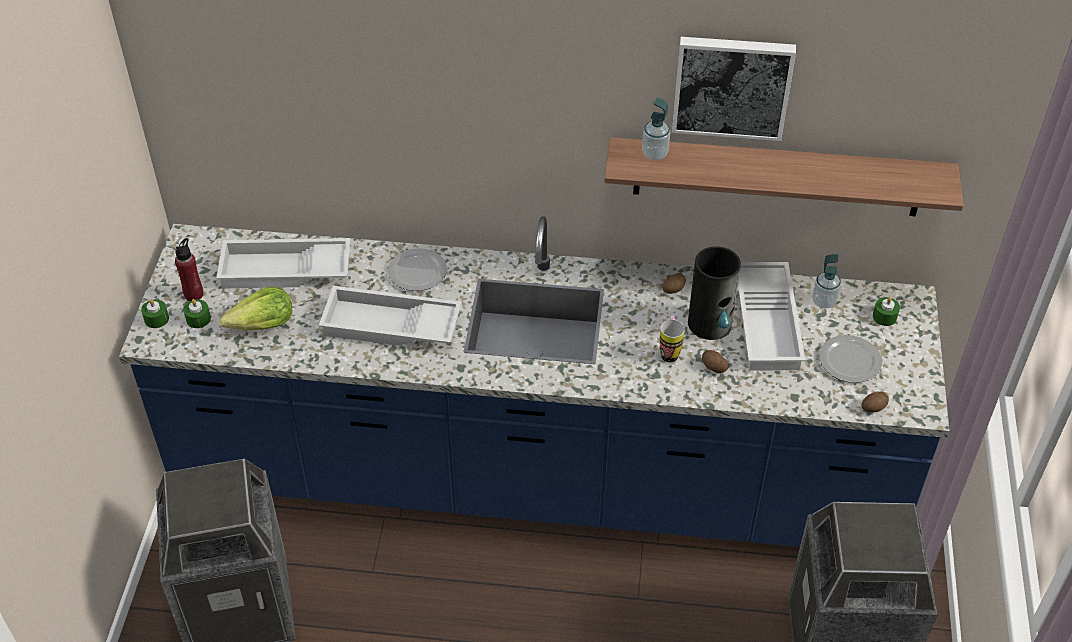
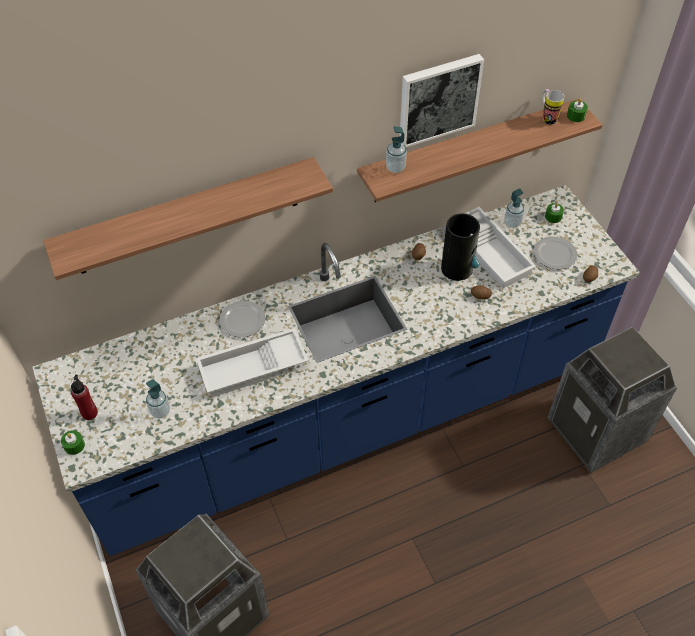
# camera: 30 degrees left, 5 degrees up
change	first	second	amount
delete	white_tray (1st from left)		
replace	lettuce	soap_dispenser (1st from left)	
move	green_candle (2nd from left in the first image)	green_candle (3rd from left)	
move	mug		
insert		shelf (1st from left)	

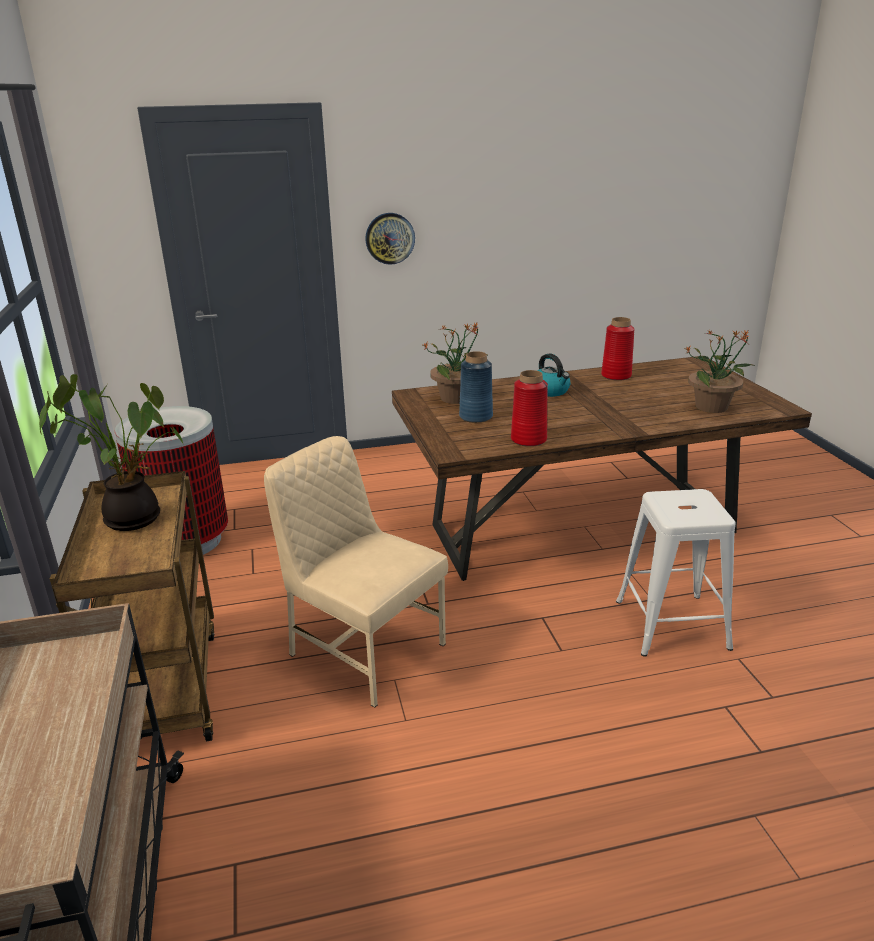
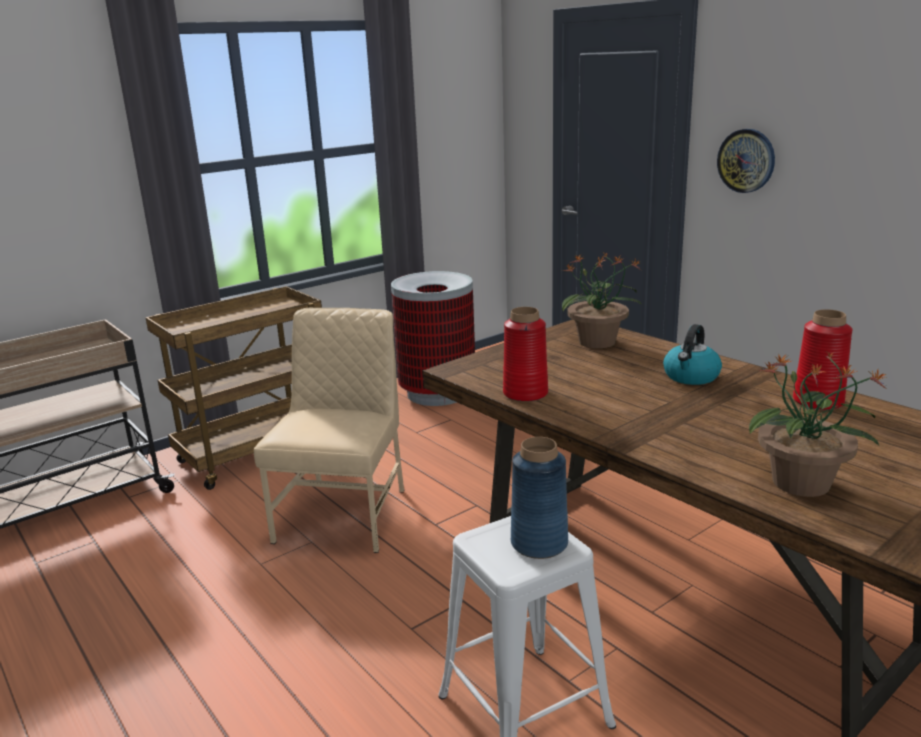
# camera: 65 degrees right, 5 degrees down
change	first	second	amount
move	blue_vase		
delete	potted_plant (1st from left)		

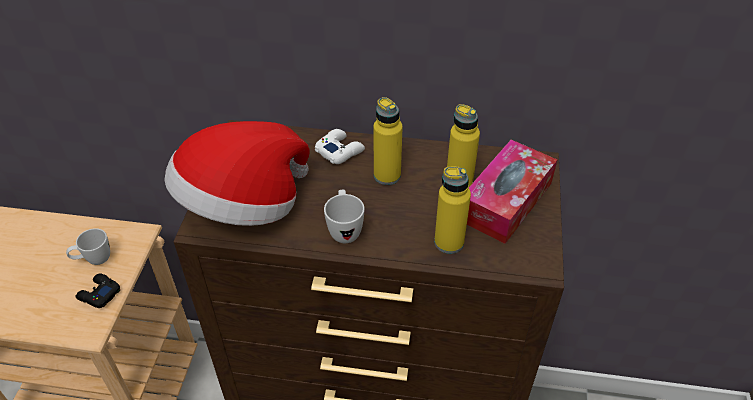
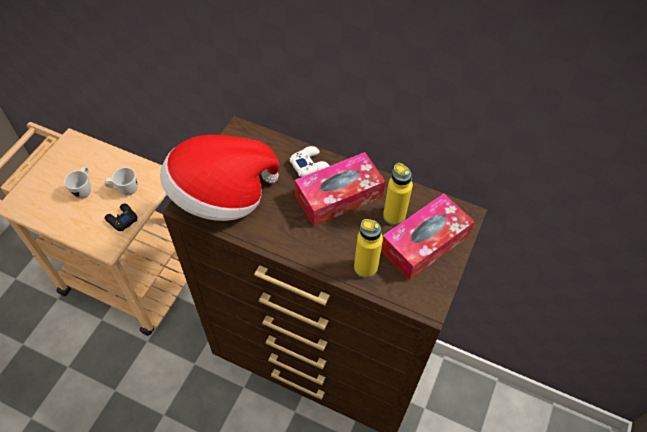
# camera: 15 degrees right, 10 degrees up
change	first	second	amount
replace	yellow_bottle (1st from left)	tissue_box (1st from left)	
move	white_mug (2nd from left in the first image)	white_mug (1st from left)	

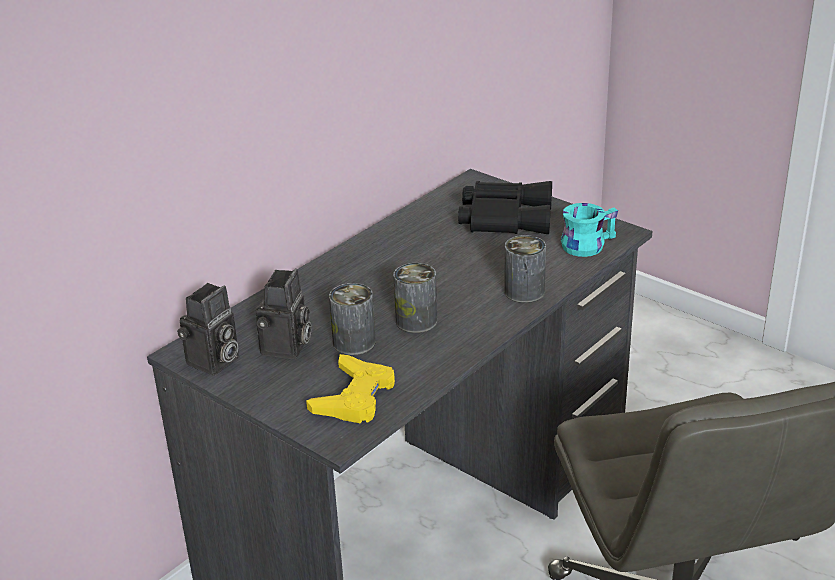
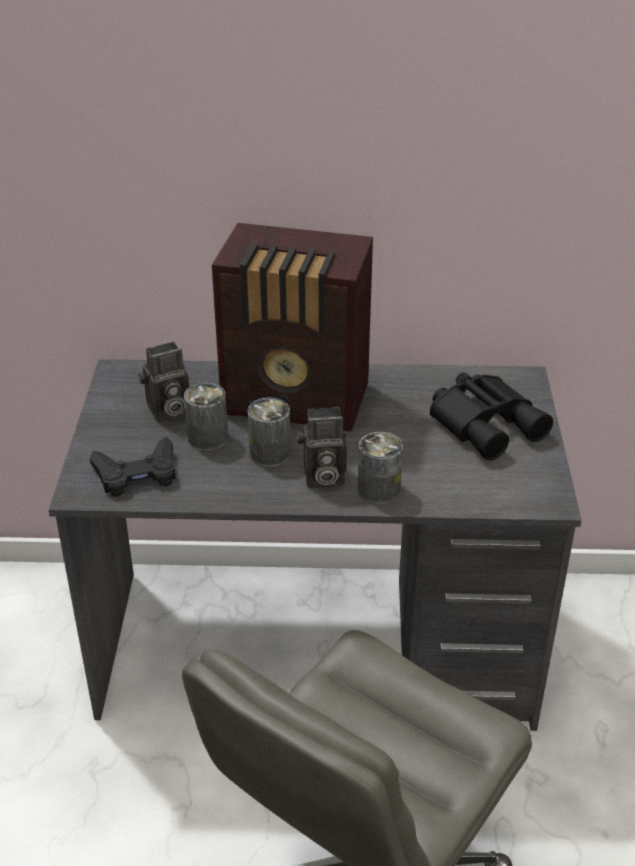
# camera: 50 degrees right, 5 degrees up
change	first	second	amount
delete	turquoise_mug		
move	photo_camera (1st from left in the first image)	photo_camera (2nd from left)	
recolor	yellow_game_controller	black_game_controller	
insert		radio	

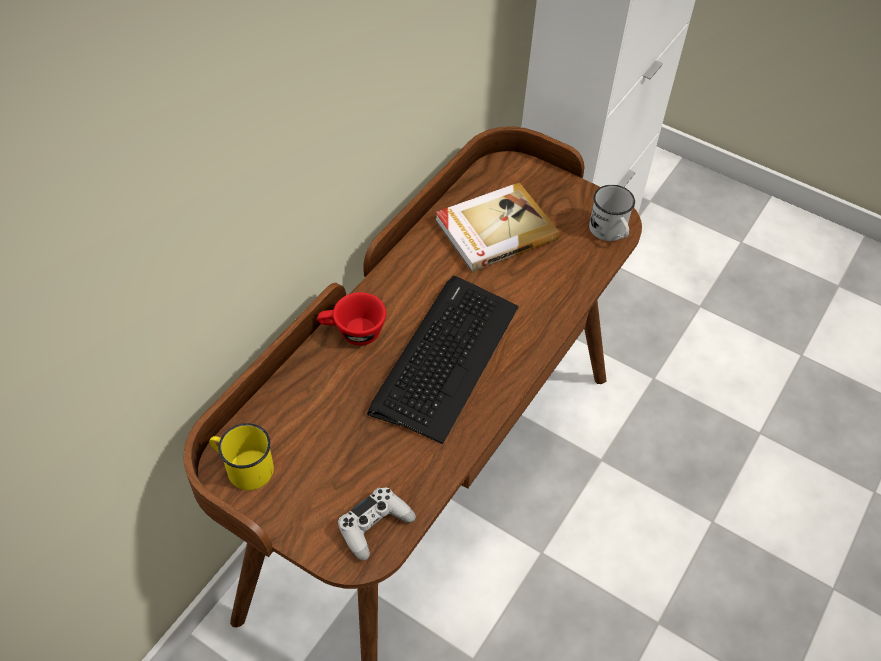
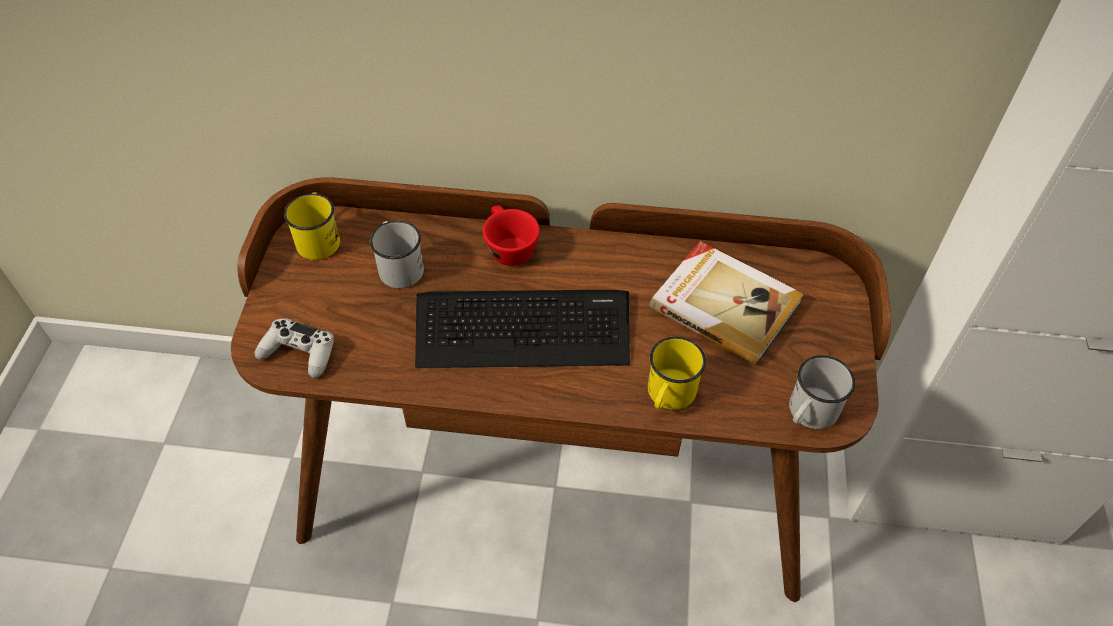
# camera: 65 degrees right, 0 degrees up
change	first	second	amount
insert		white_mug (1st from left)	
insert		yellow_mug (2nd from left)	

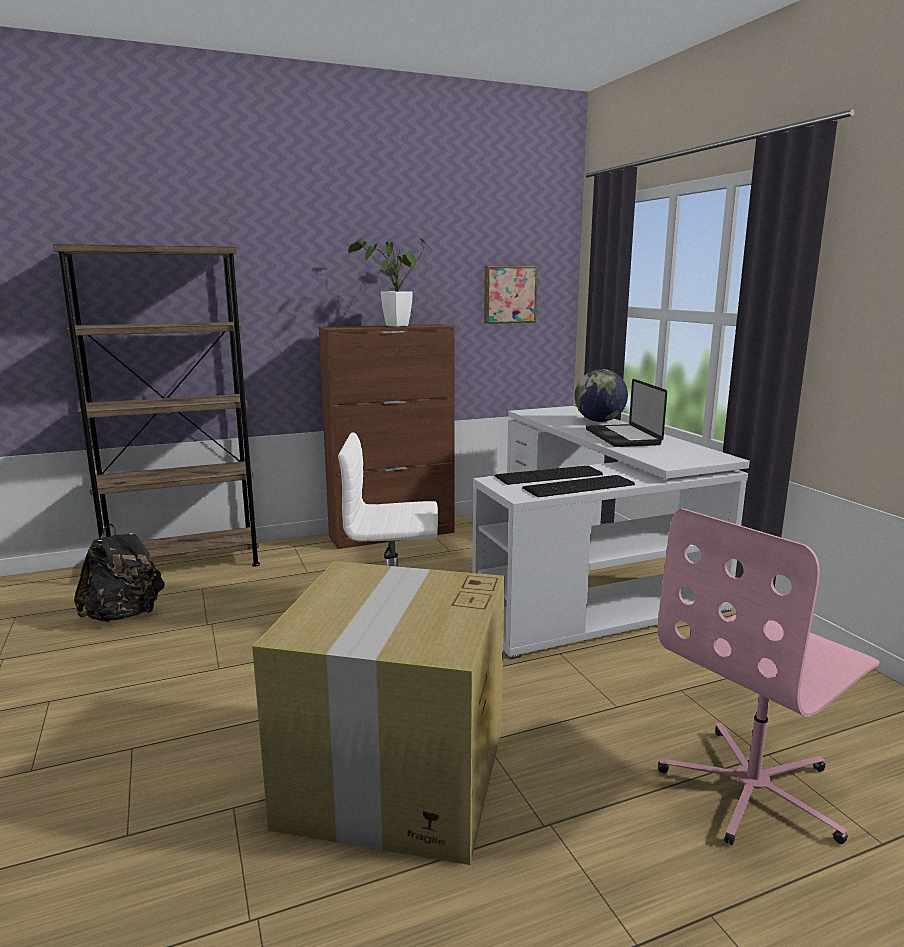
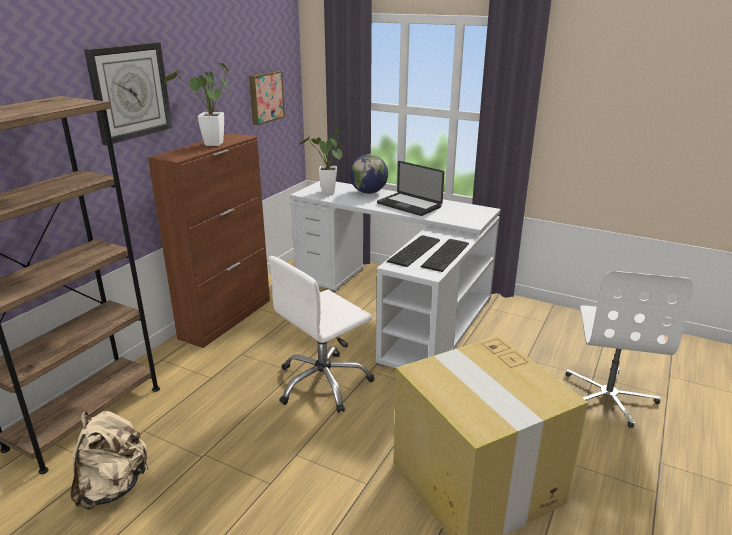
# camera: 40 degrees left, 10 degrees up
change	first	second	amount
recolor	pink_office_chair	white_office_chair (2nd from left)	
recolor	black_backpack	beige_backpack	
insert		wall_clock	
insert		potted_plant (2nd from left)	

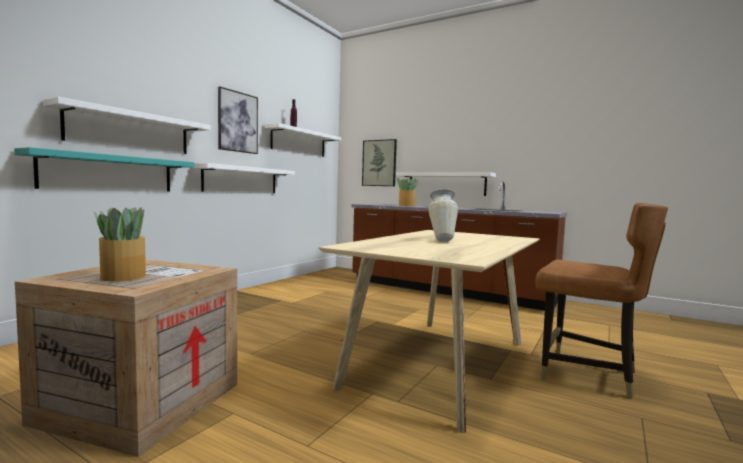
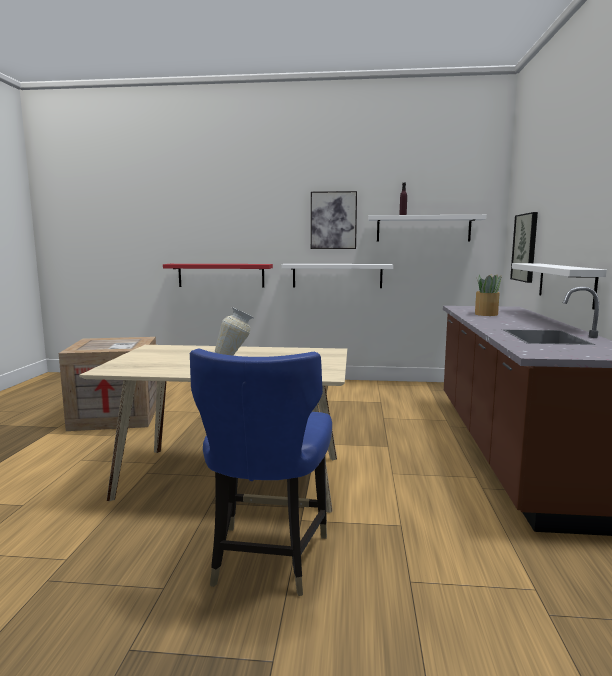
# camera: 65 degrees right, 5 degrees up
change	first	second	amount
delete	white_shelf (1st from left)		
recolor	turquoise_shelf	red_shelf	
recolor	brown_chair	blue_chair	
delete	potted_plant (1st from left)		

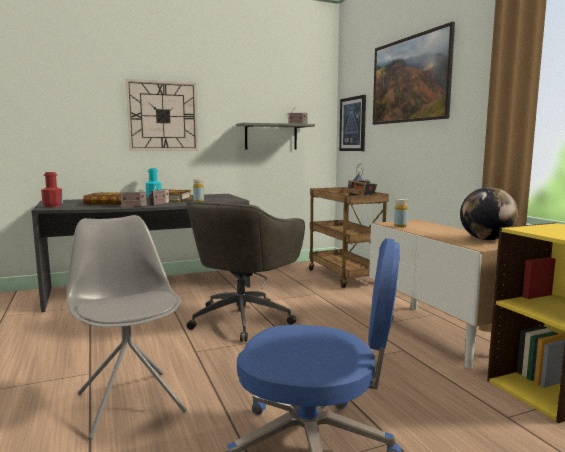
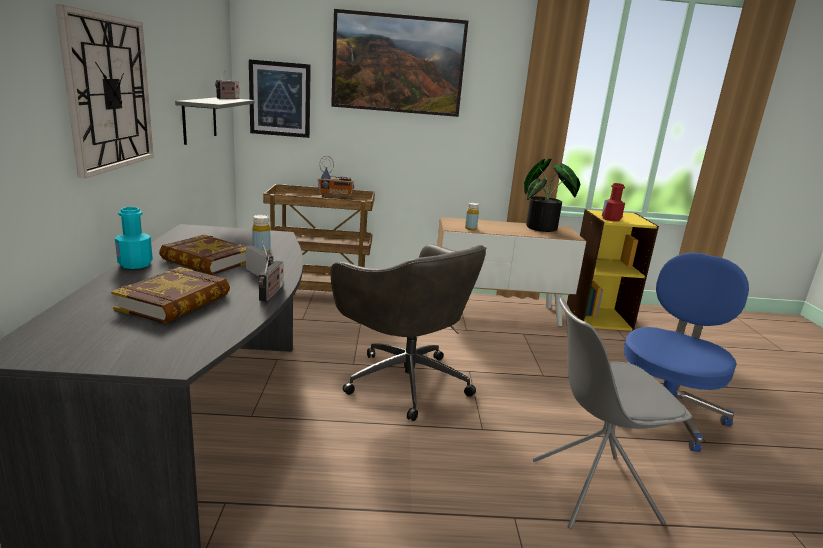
# camera: 70 degrees left, 10 degrees up
change	first	second	amount
move	red_bottle		
replace	globe	potted_plant	

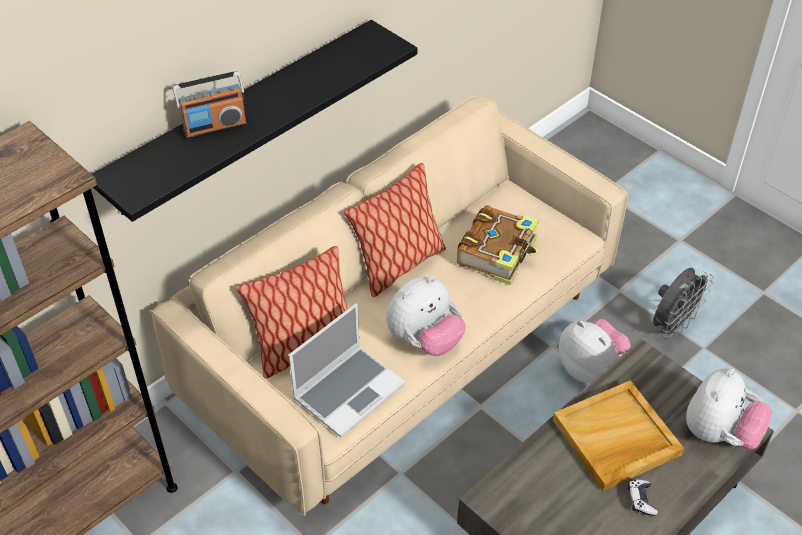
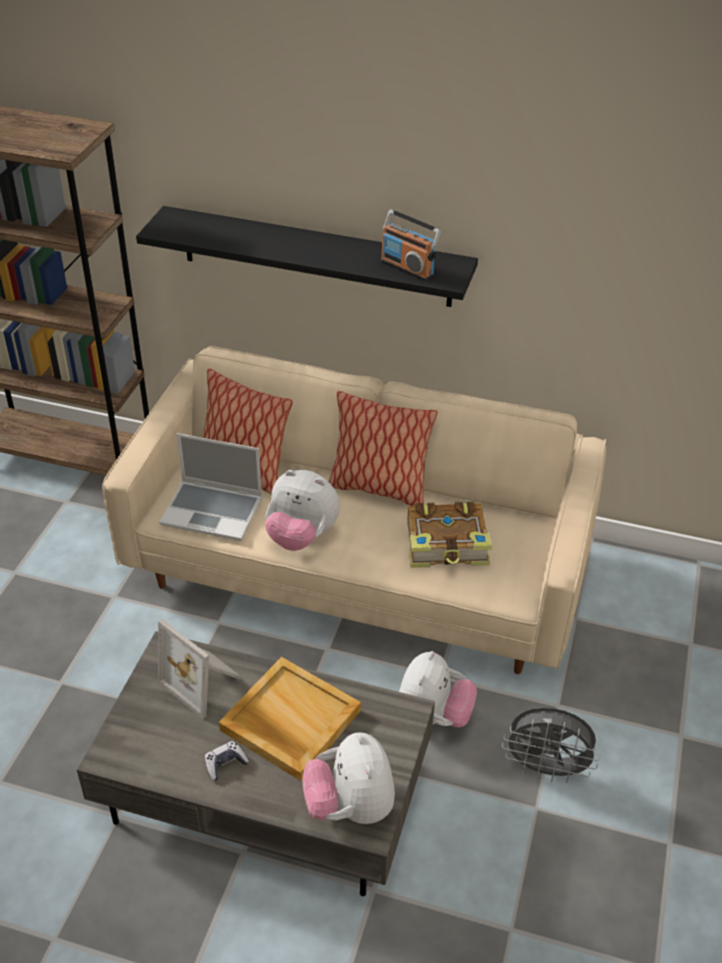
# camera: 60 degrees right, 5 degrees down
change	first	second	amount
move	radio		
rotate	plush_toy (3rd from left in the first image)	plush_toy (2nd from left)	75 degrees clockwise
insert		picture_frame	

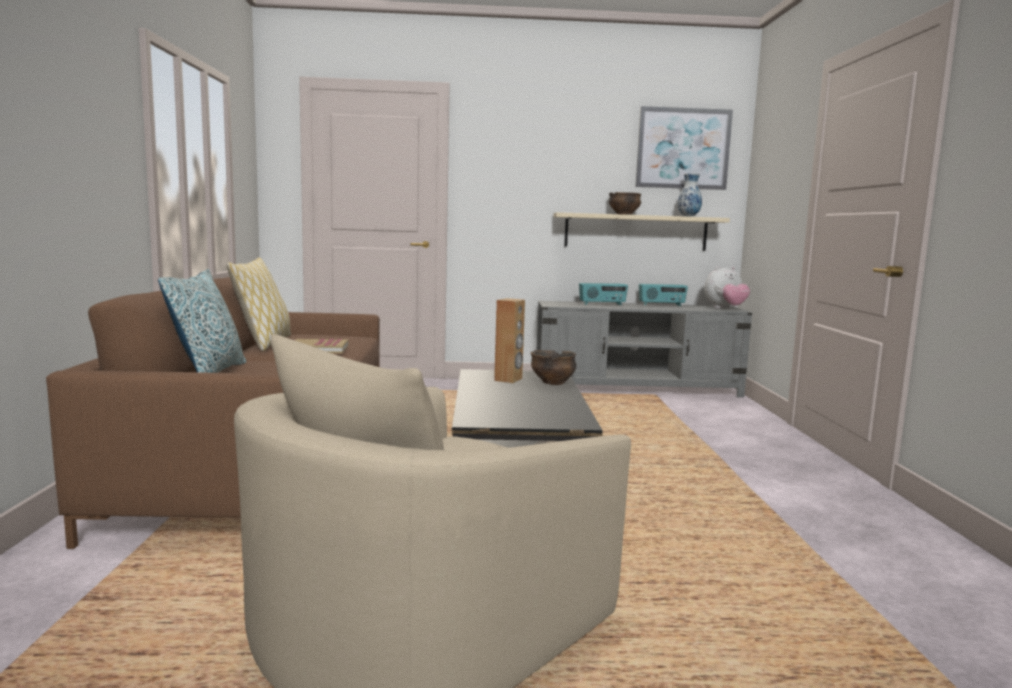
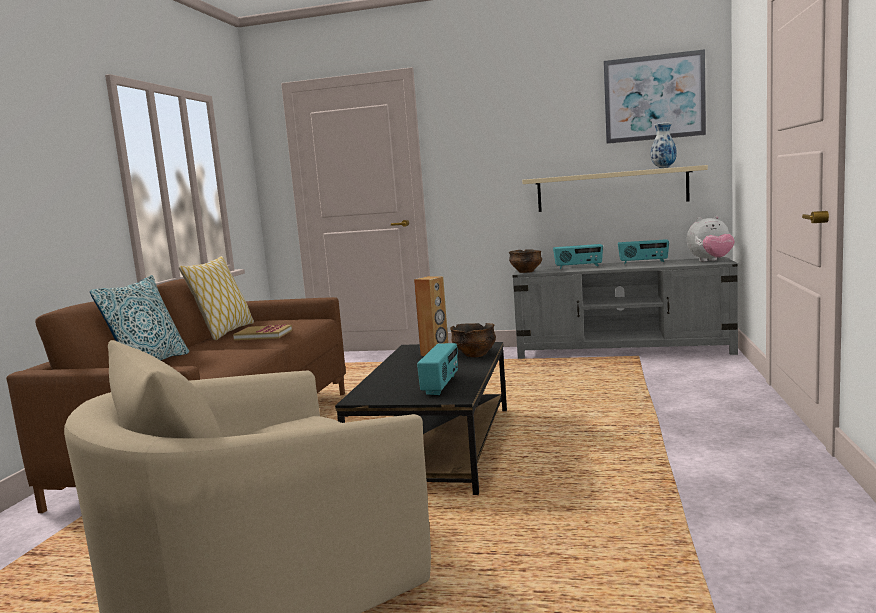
# camera: 15 degrees right, 0 degrees up
change	first	second	amount
move	bowl (2nd from left)		
insert		radio (1st from left)	

